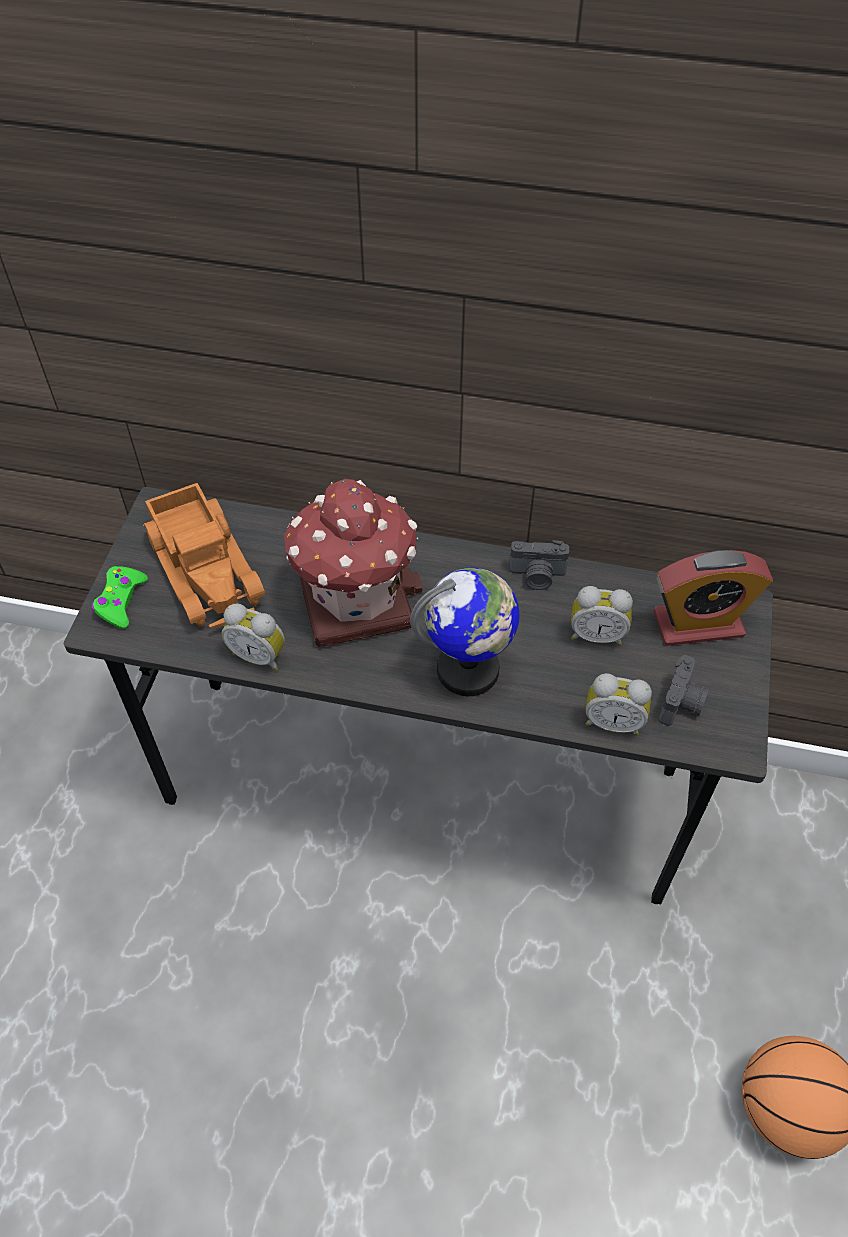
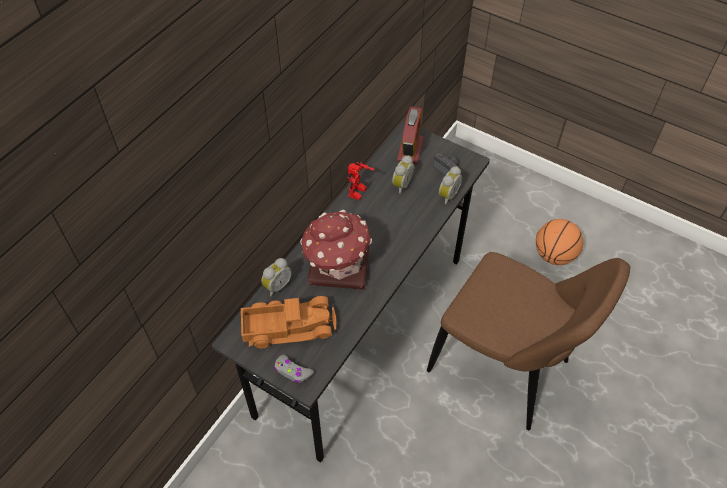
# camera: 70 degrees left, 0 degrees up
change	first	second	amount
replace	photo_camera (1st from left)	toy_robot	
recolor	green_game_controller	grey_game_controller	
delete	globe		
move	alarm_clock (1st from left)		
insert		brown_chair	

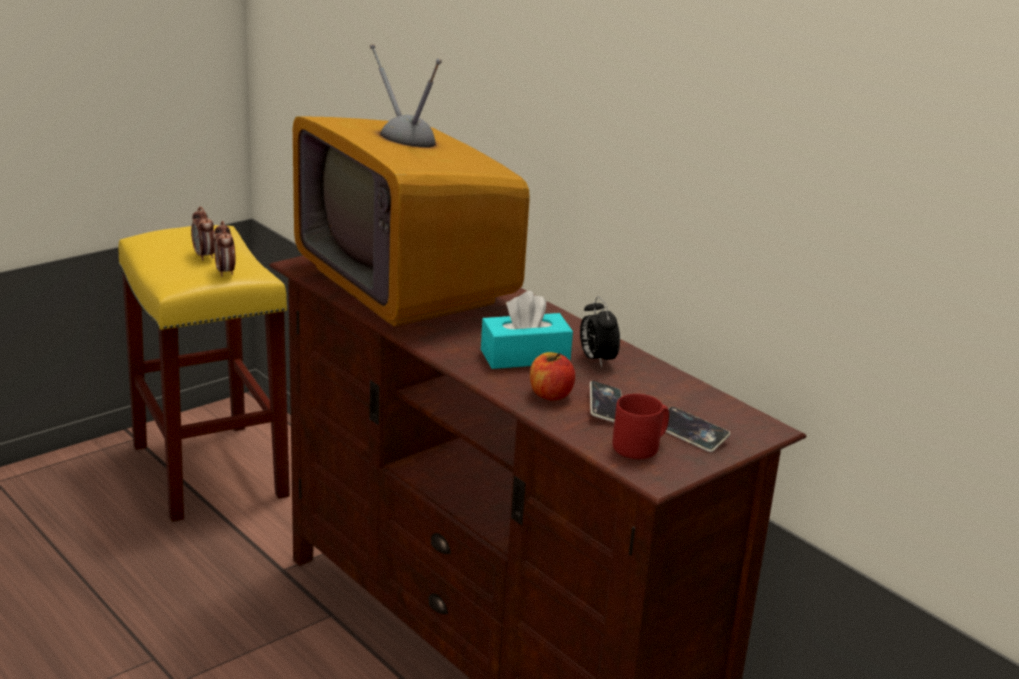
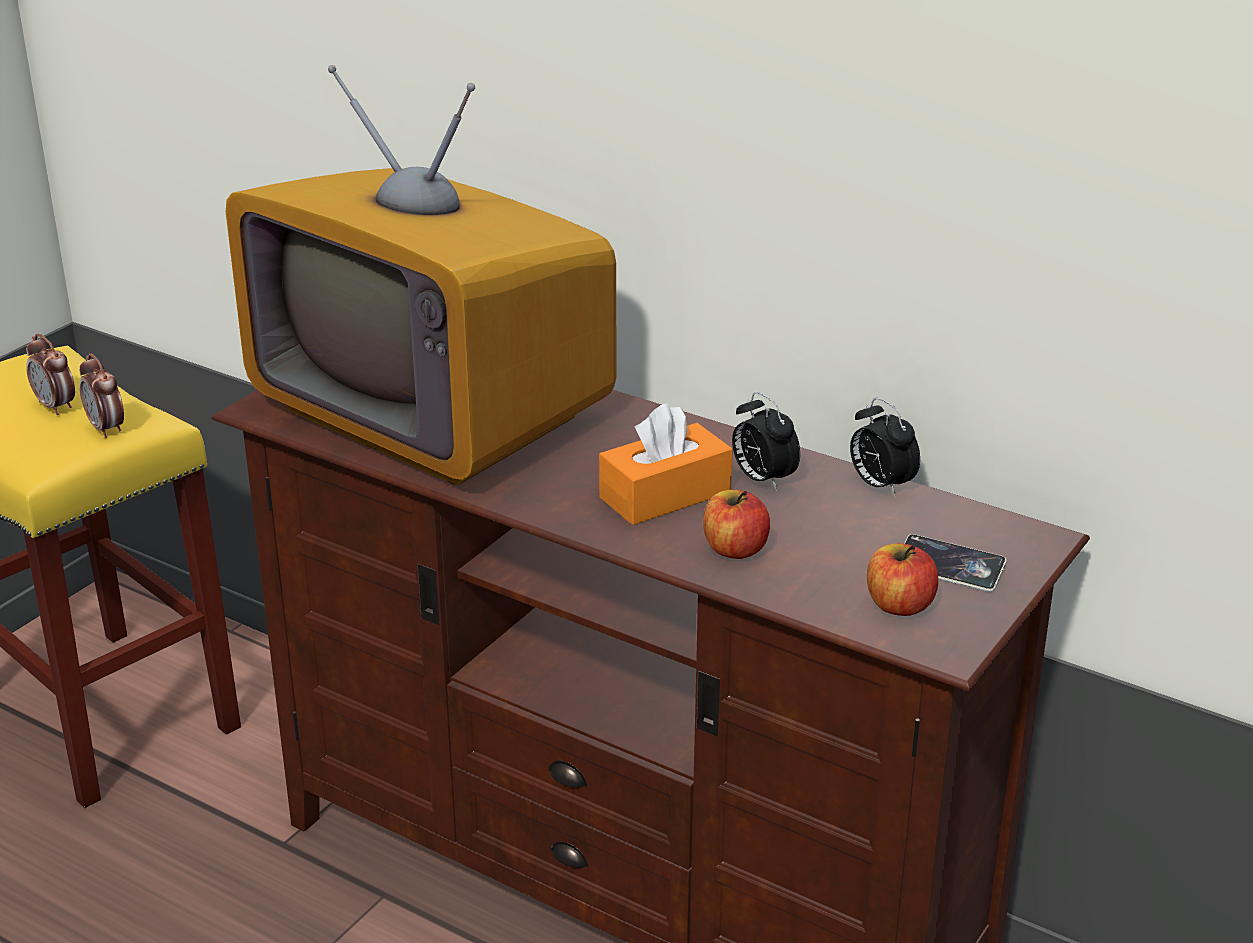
# camera: 15 degrees left, 5 degrees up
change	first	second	amount
recolor	turquoise_tissue_box	orange_tissue_box	
delete	phone (1st from left)		
replace	red_mug	apple (2nd from left)	
insert		alarm_clock (4th from left)	

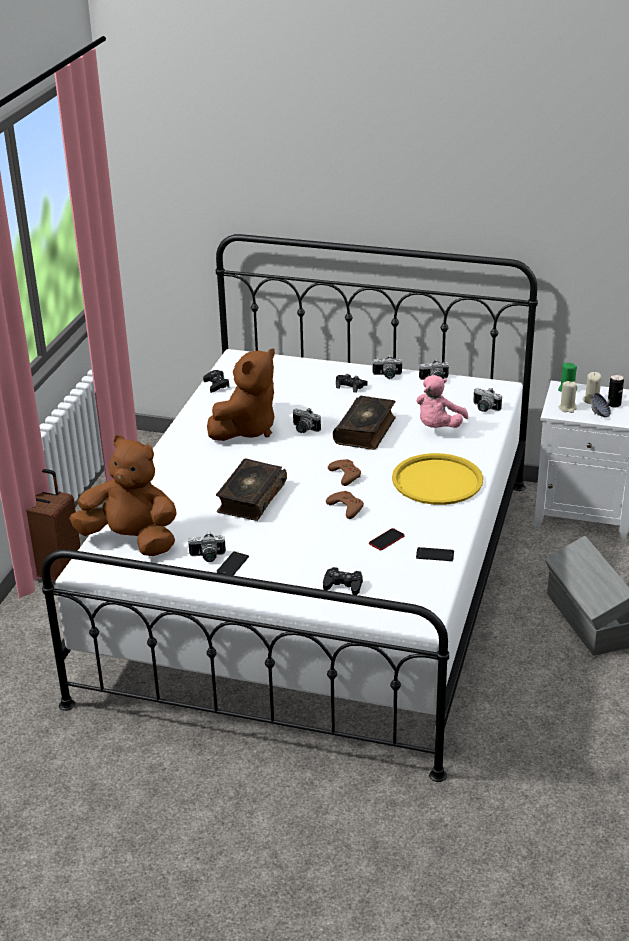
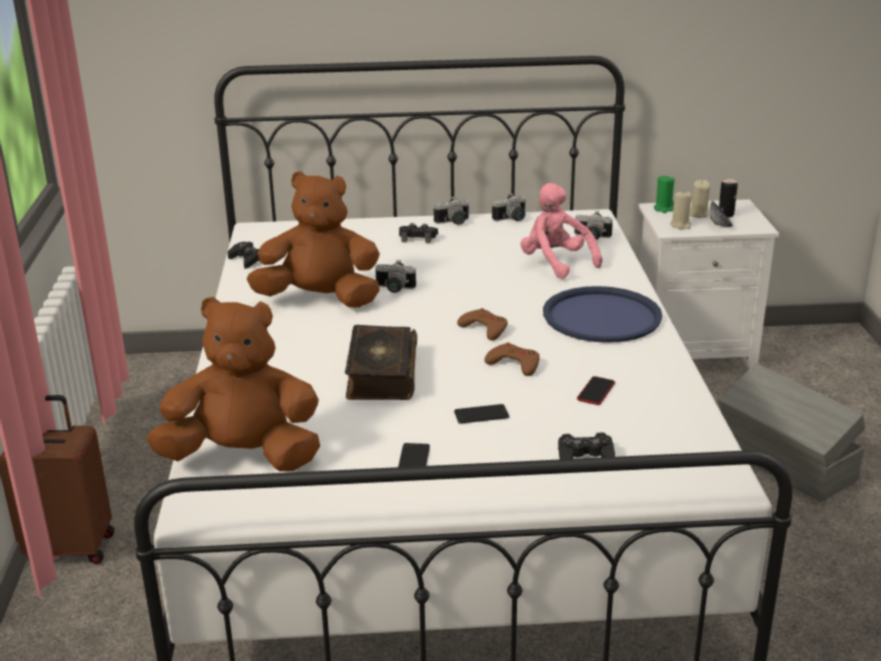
# camera: 20 degrees left, 5 degrees down
change	first	second	amount
rotate	brown_plush_toy (2nd from left)		105 degrees counterclockwise
rotate	pink_plush_toy		135 degrees clockwise
delete	book (2nd from left)		
recolor	yellow_tray	blue_tray	
delete	photo_camera (1st from left)		
move	phone (3rd from left in the first image)	phone (2nd from left)	

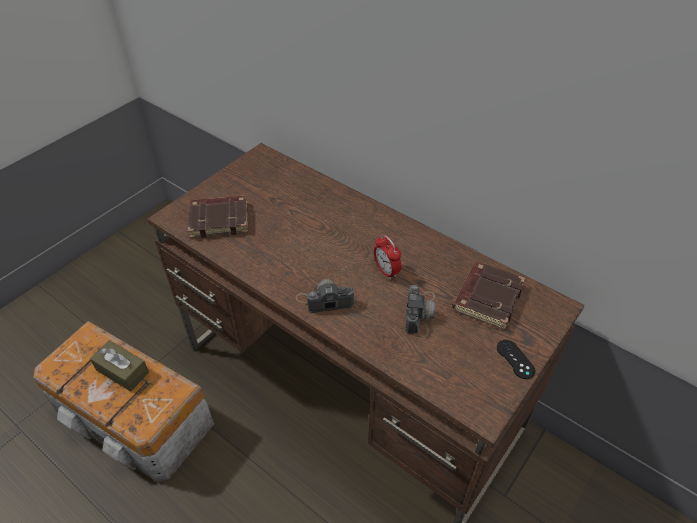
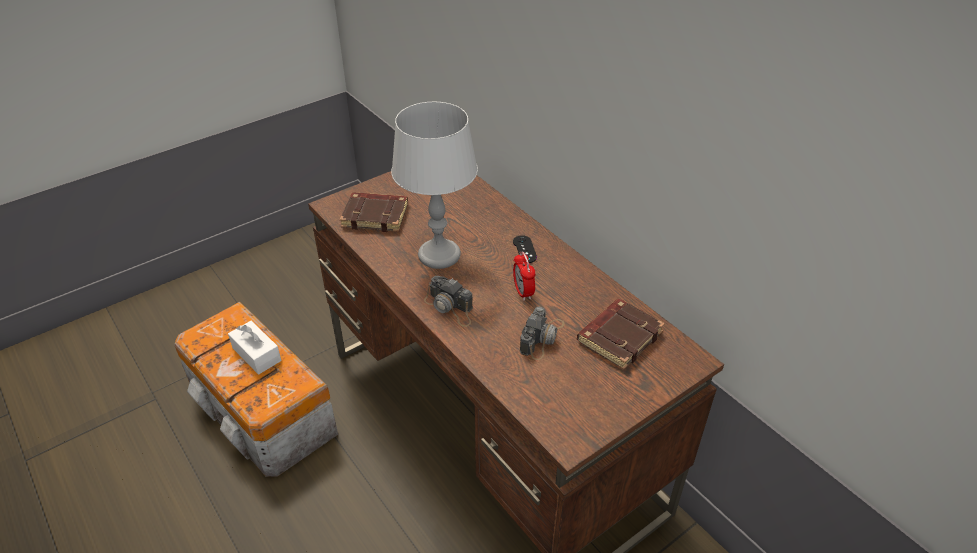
# camera: 15 degrees right, 5 degrees down
change	first	second	amount
rotate	photo_camera (1st from left)		150 degrees counterclockwise
recolor	brown_tissue_box	white_tissue_box	
move	black_game_controller		
insert		grey_table_lamp	

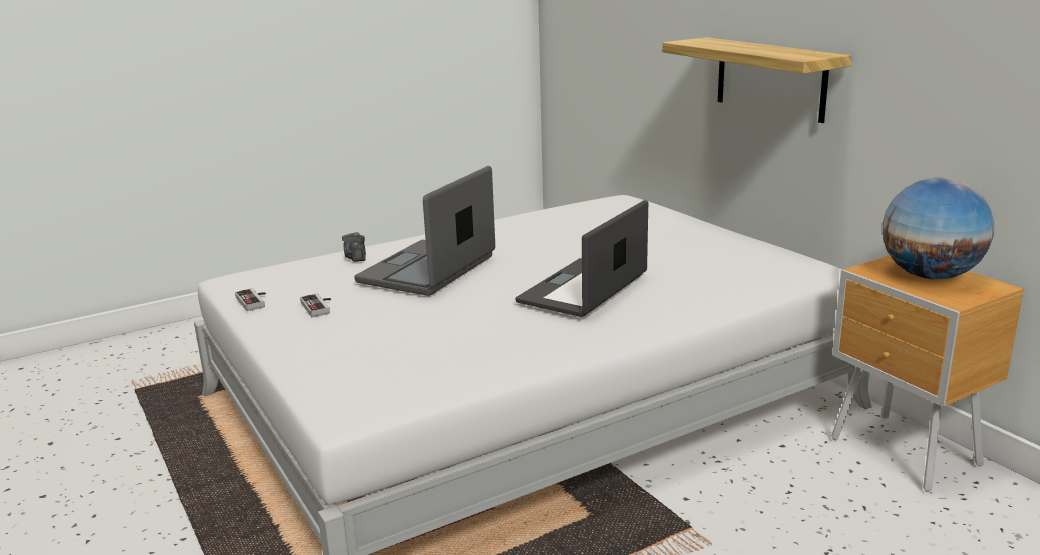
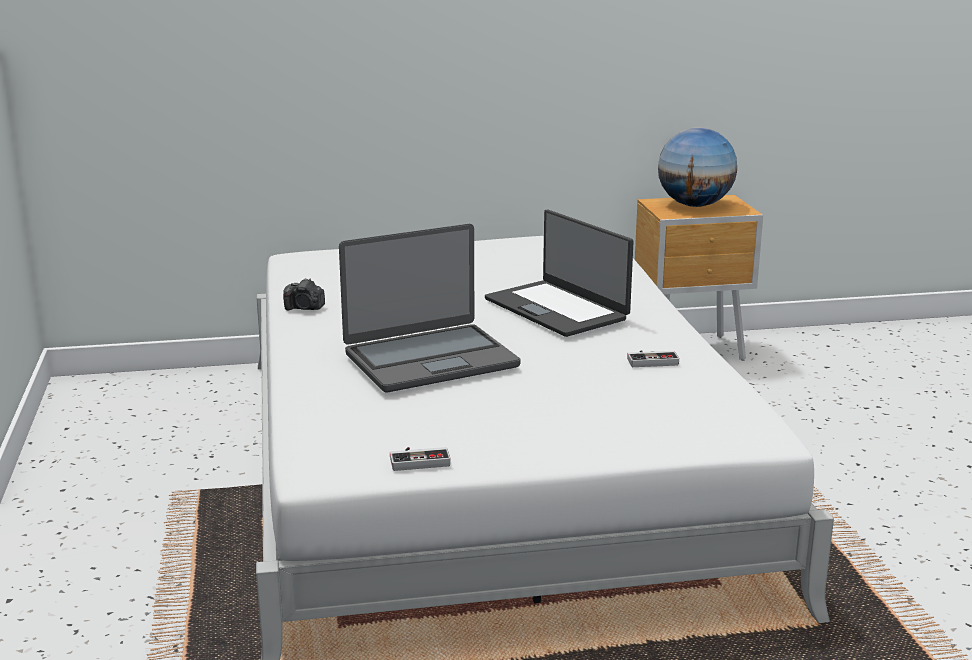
# camera: 70 degrees left, 0 degrees up
change	first	second	amount
delete	shelf		
rotate	laptop (1st from left)		75 degrees counterclockwise
move	photo_camera		
move	game_controller (2nd from left)		

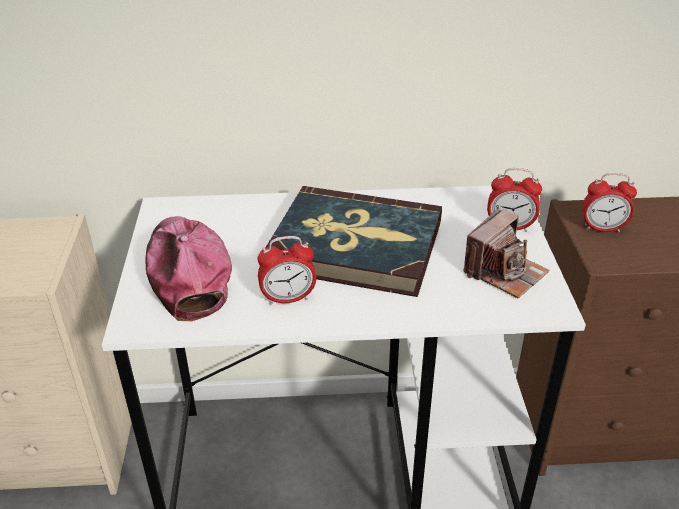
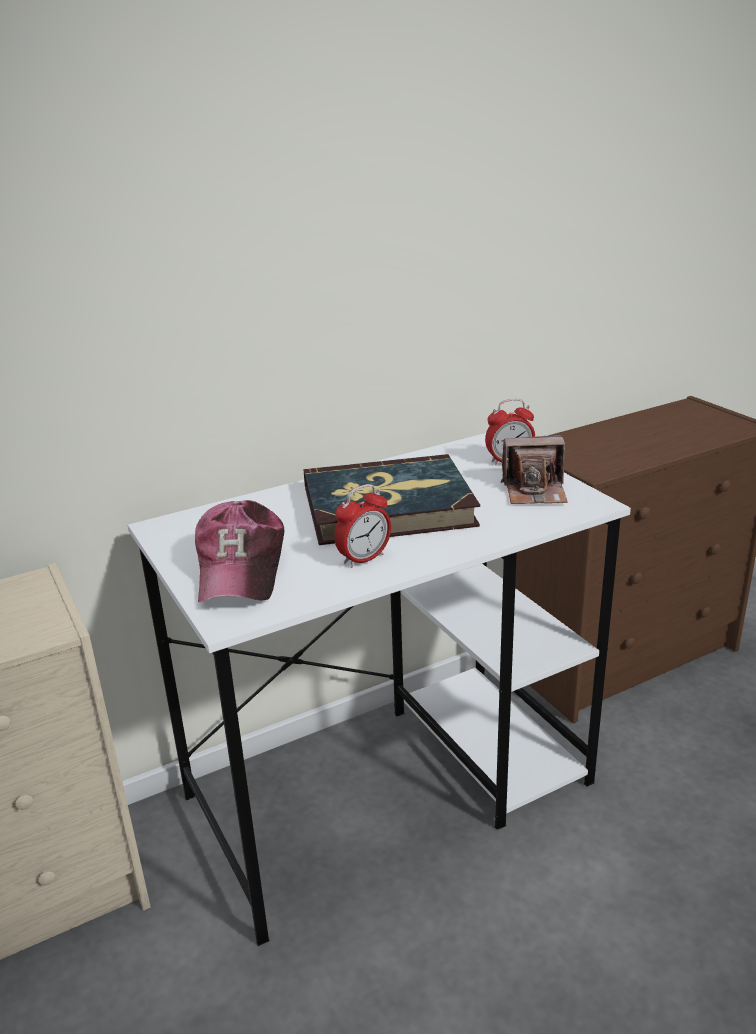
# camera: 25 degrees left, 10 degrees down
change	first	second	amount
delete	alarm_clock (3rd from left)		
rotate	photo_camera		75 degrees clockwise
rotate	cap		135 degrees counterclockwise

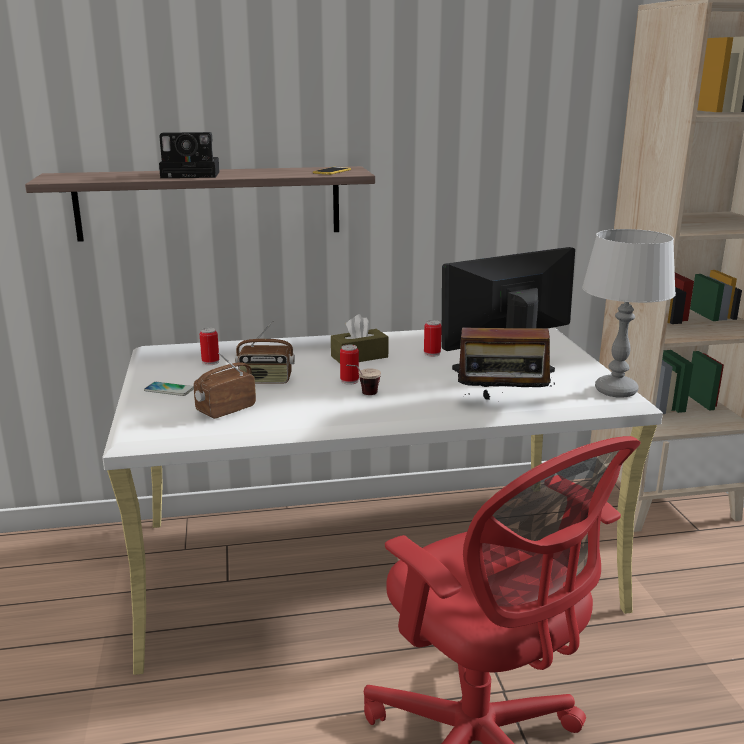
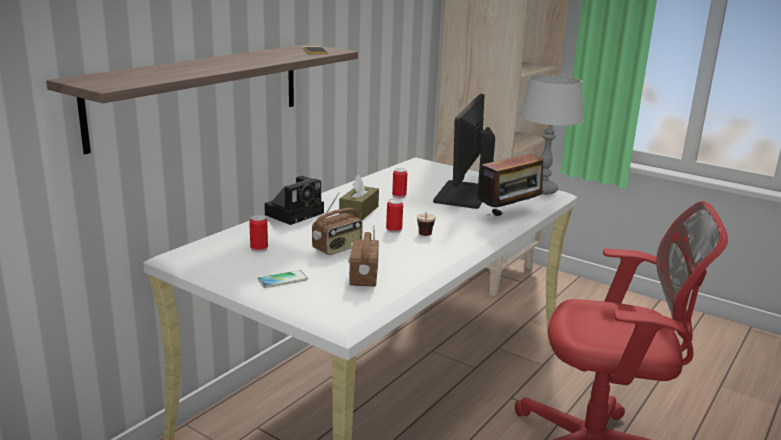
# camera: 45 degrees left, 0 degrees up
change	first	second	amount
move	photo_camera		

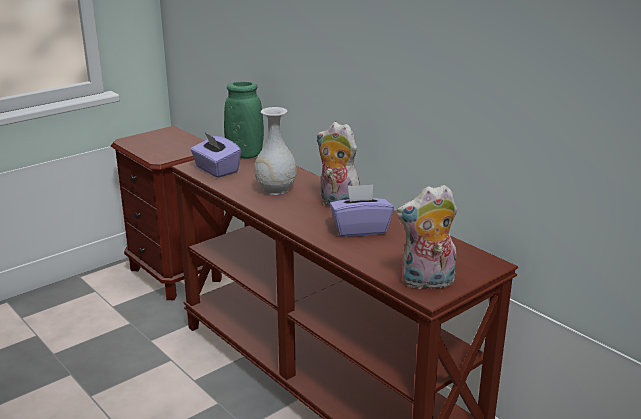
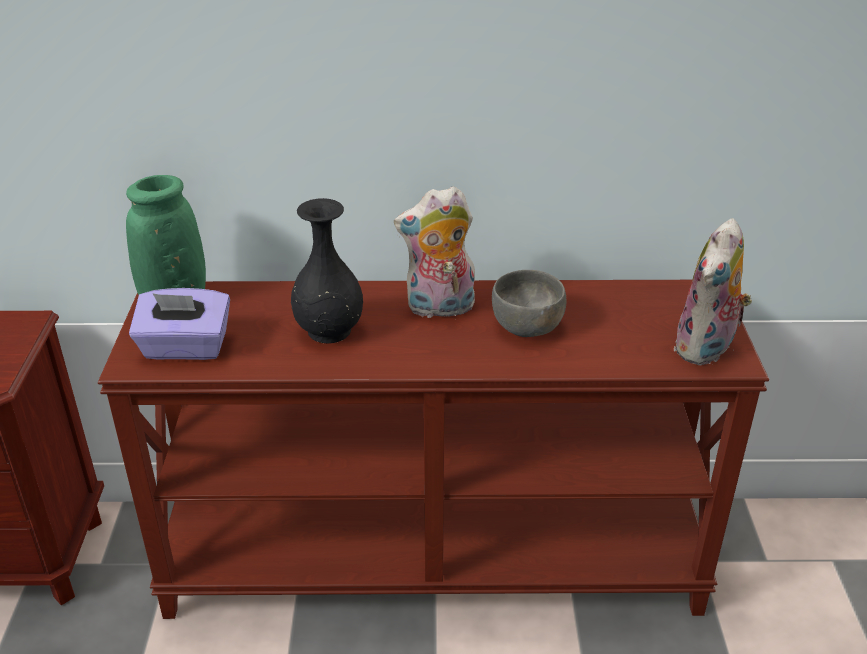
# camera: 50 degrees left, 10 degrees up
change	first	second	amount
recolor	white_vase	black_vase	
replace	purple_tissue_box (2nd from left)	grey_bowl	

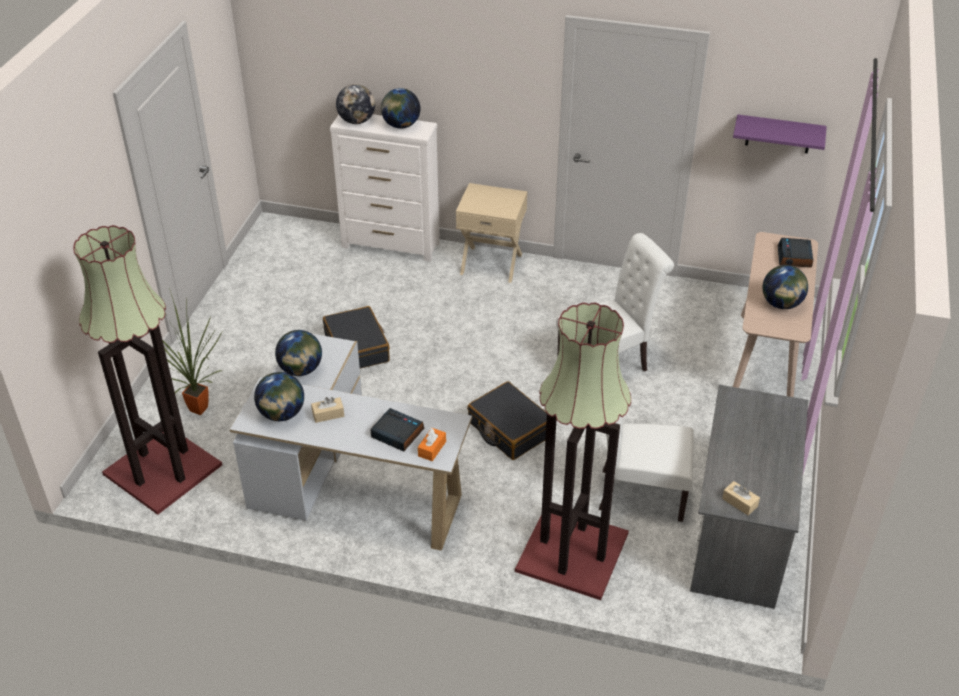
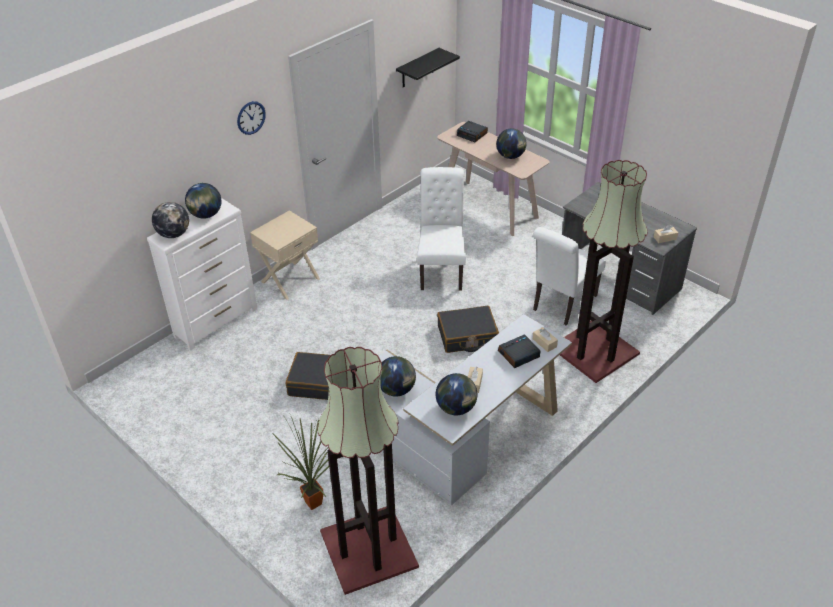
# camera: 60 degrees left, 0 degrees up
change	first	second	amount
recolor	purple_shelf	black_shelf	
recolor	orange_tissue_box	beige_tissue_box (2nd from left)	
insert		wall_clock	

